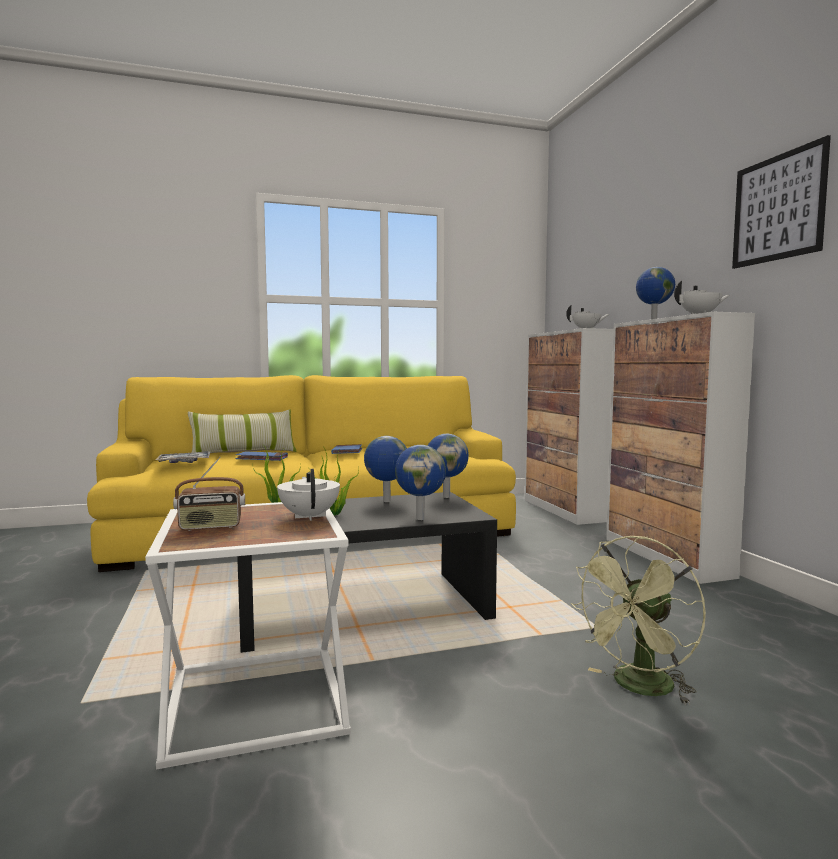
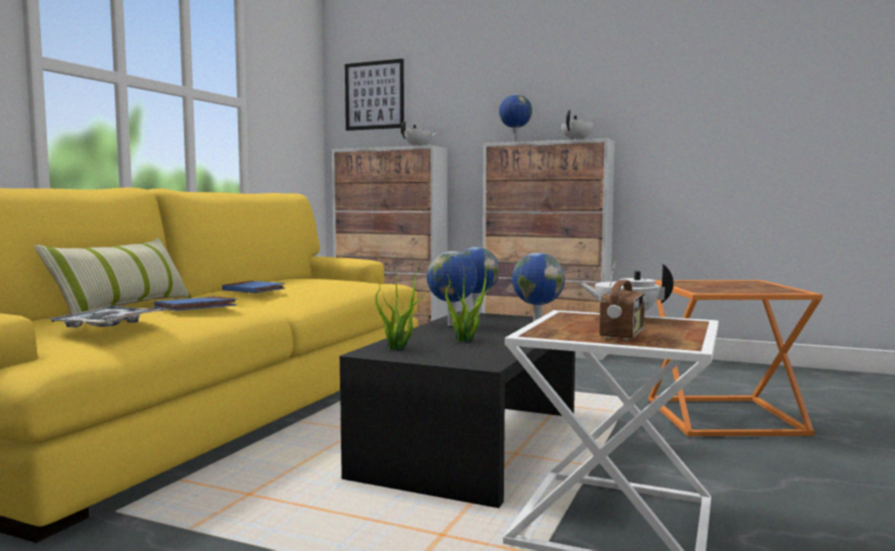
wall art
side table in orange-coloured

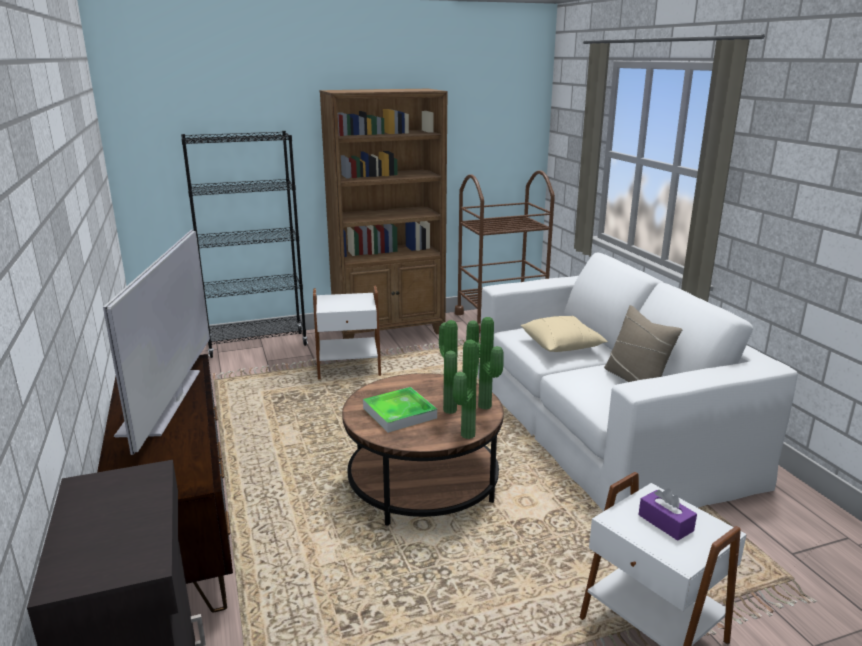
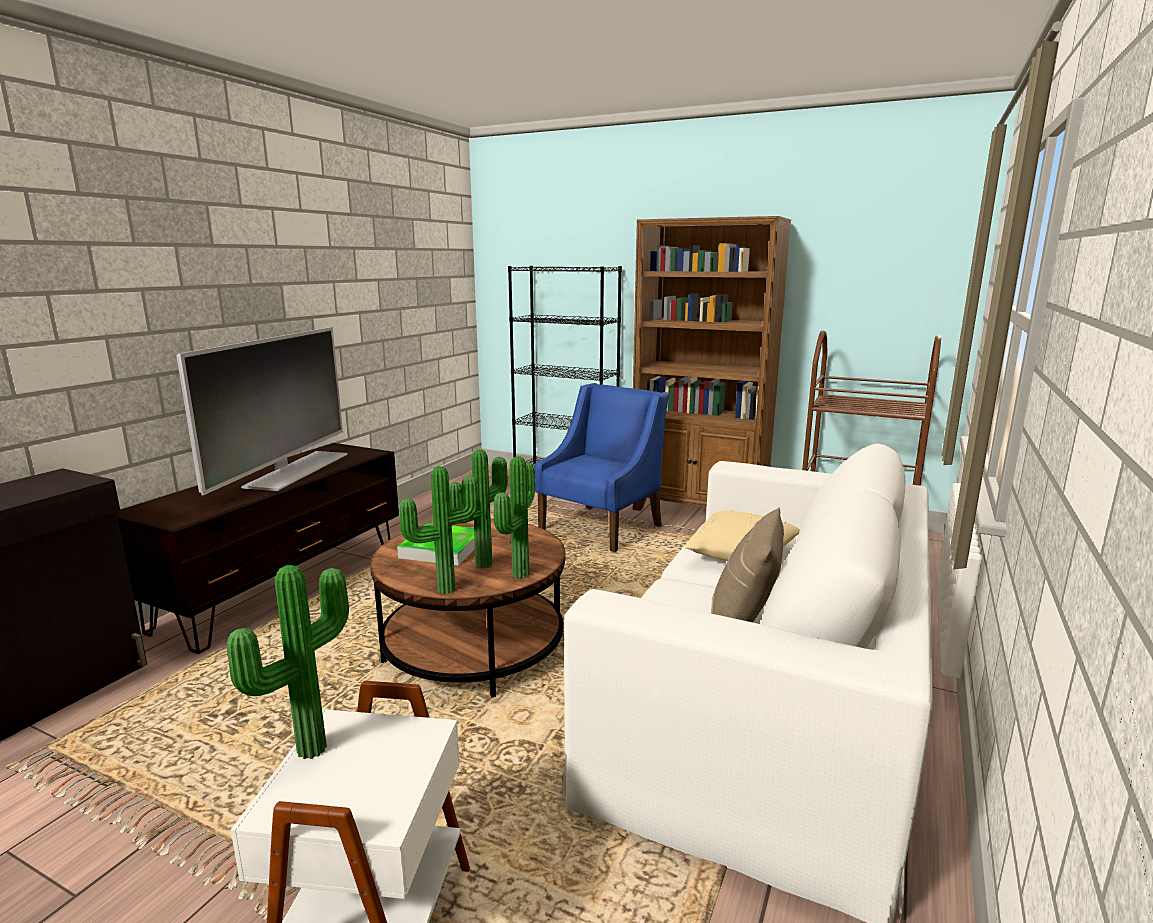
TV set
lounge chair in bluish
tissue holder in purple-coloured
plant in a pot (no. 1 from left)

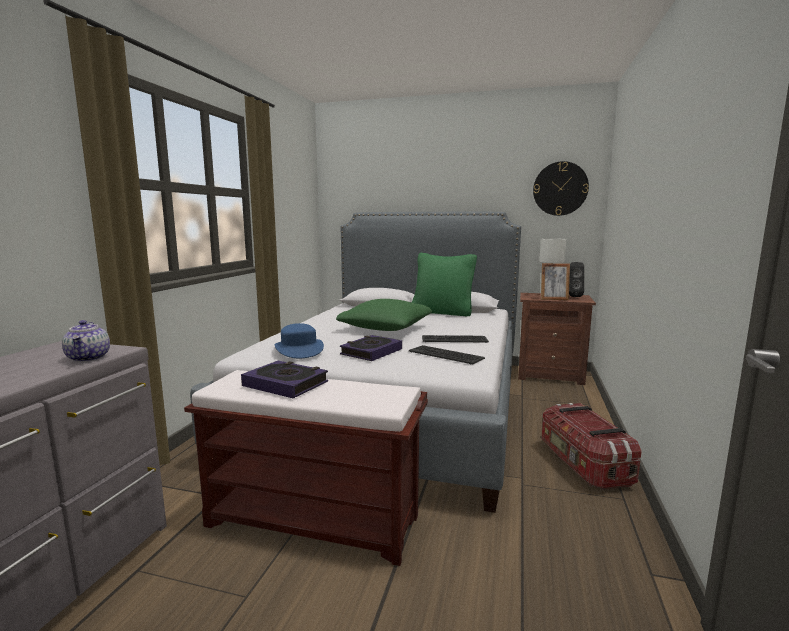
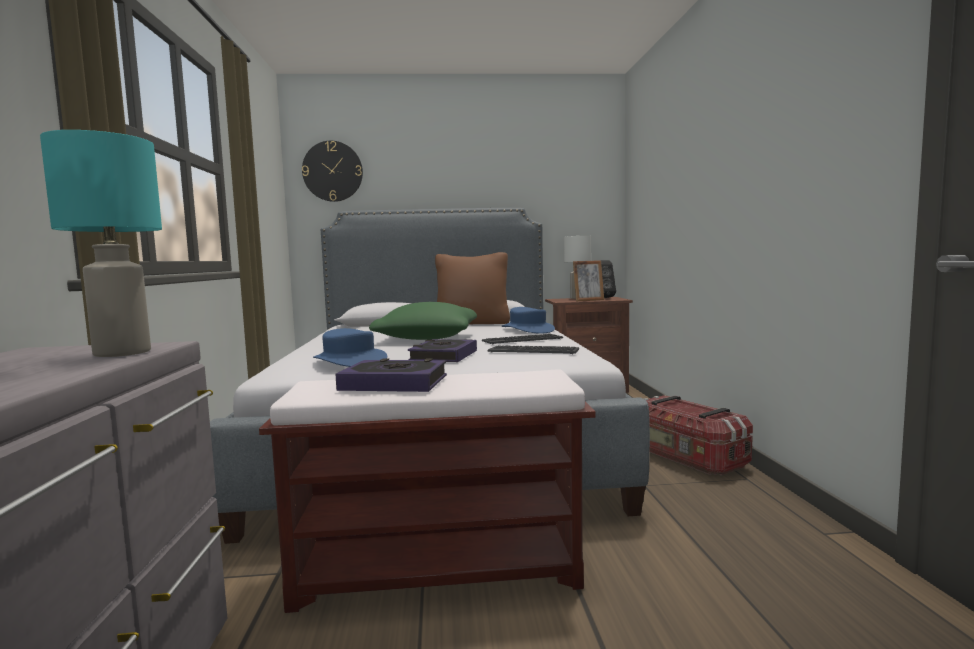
hanging clock
cushion in brown
table lamp in turquoise-coloured
hat in bluish (no. 2 from left)

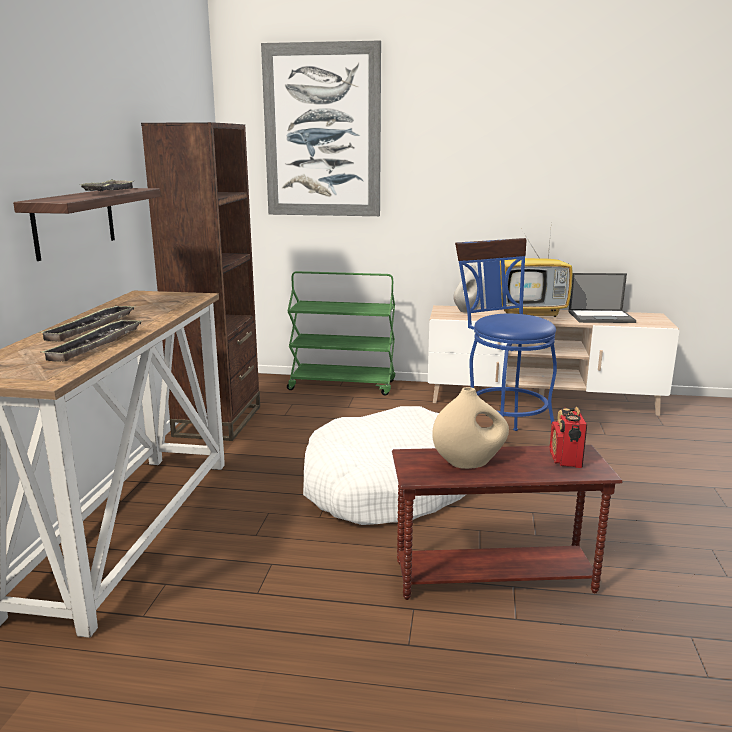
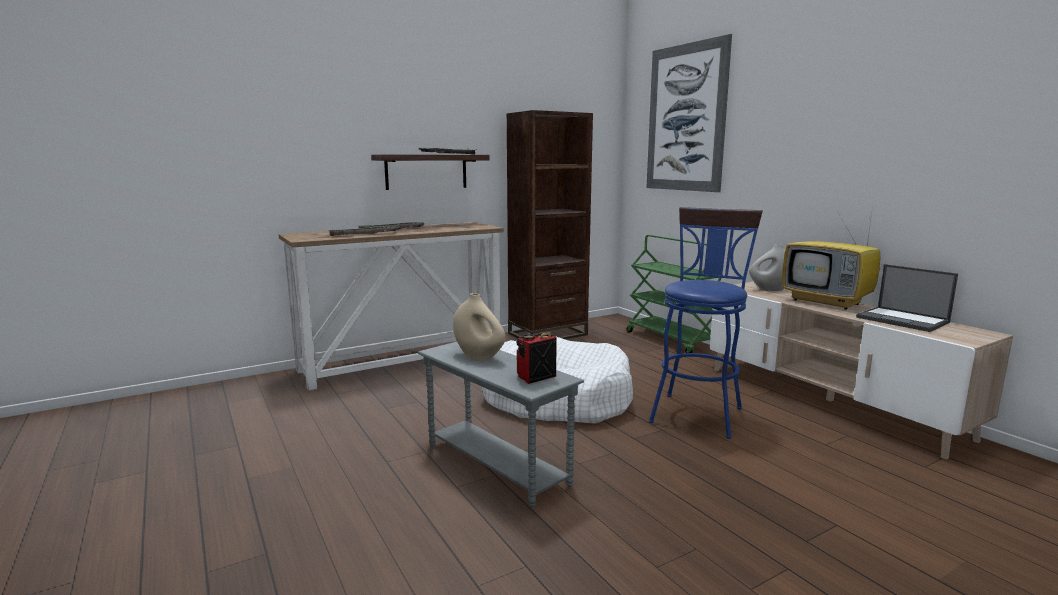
side table in grey

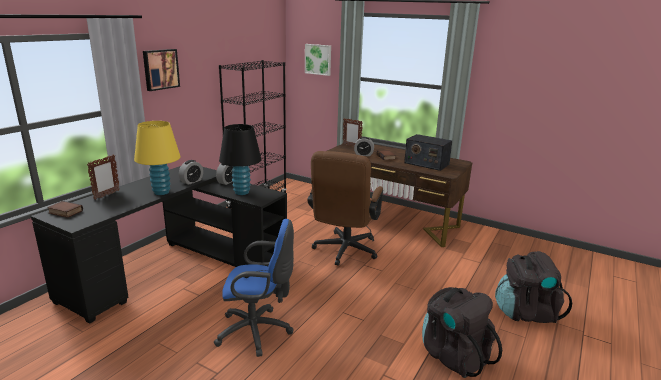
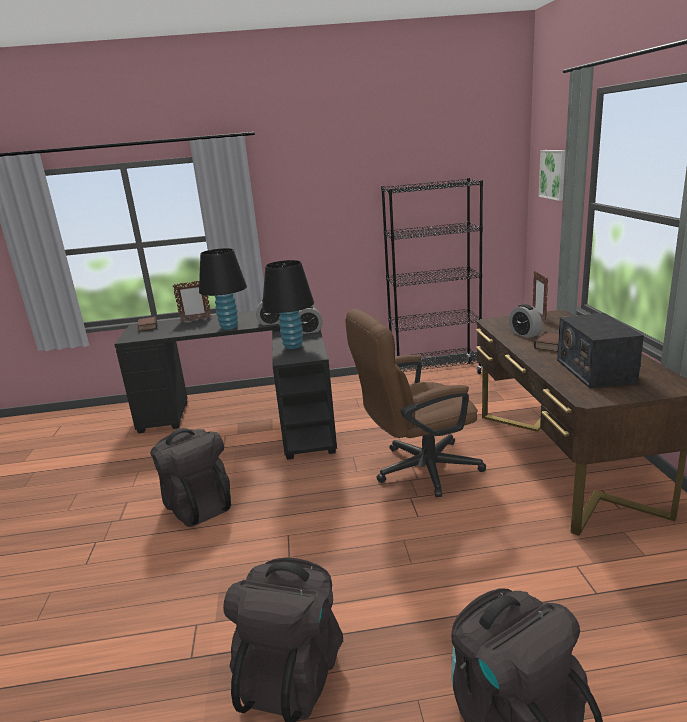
wall art (no. 1 from left in the first image)
table lamp in black-coloured (no. 1 from left)
knapsack in black-coloured (no. 1 from left)

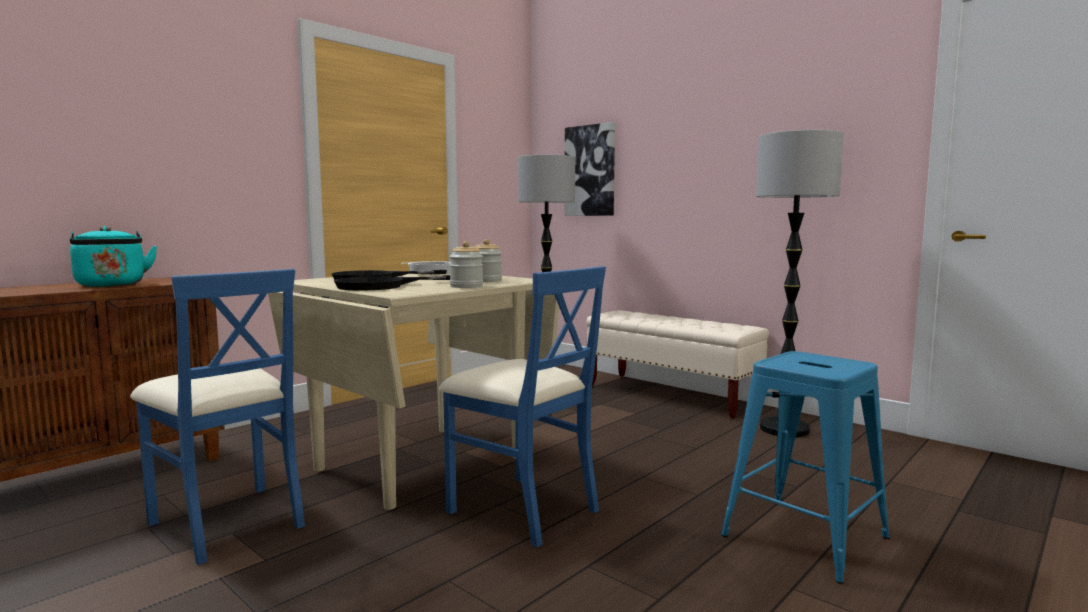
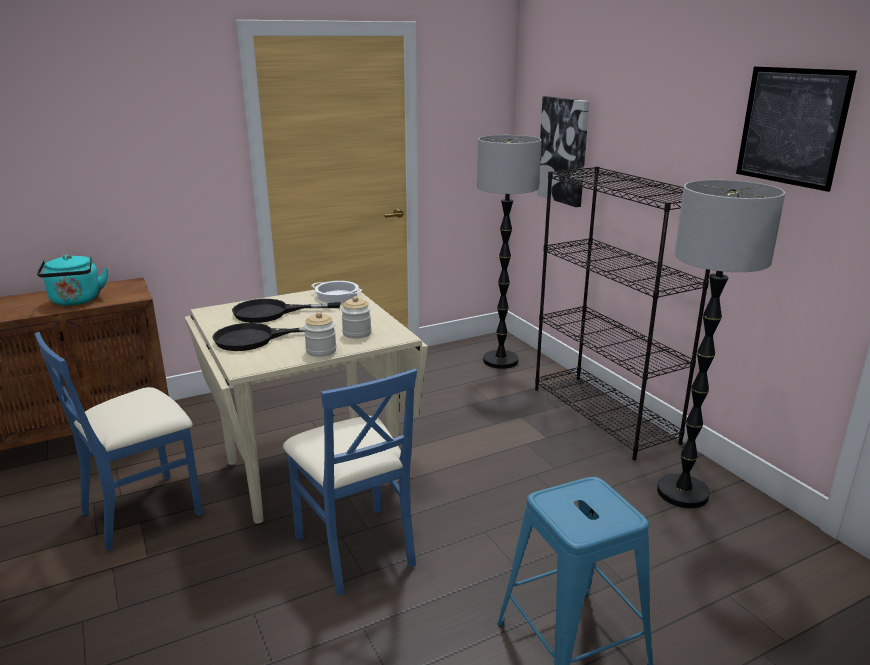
chair in bluish (no. 1 from left)
shelving unit in black-coloured
wall art (no. 2 from left)

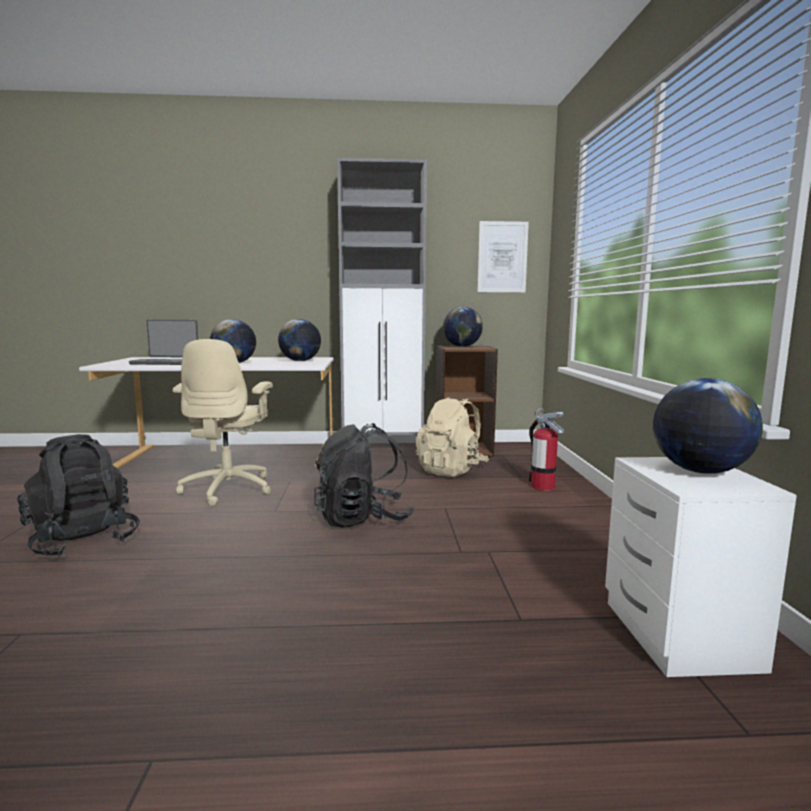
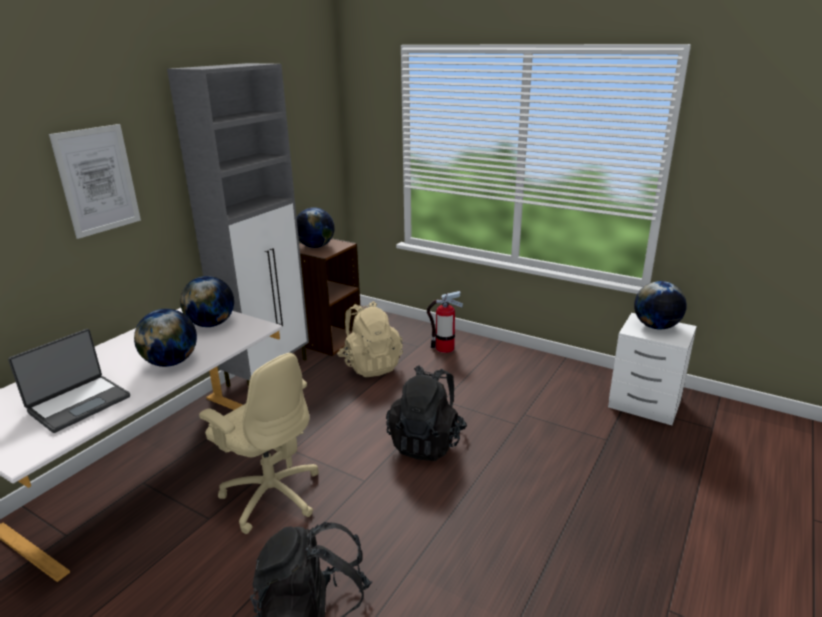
wall art

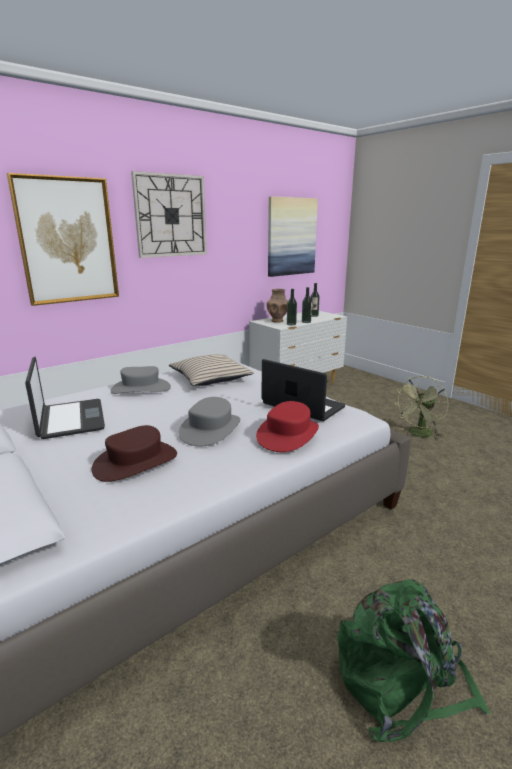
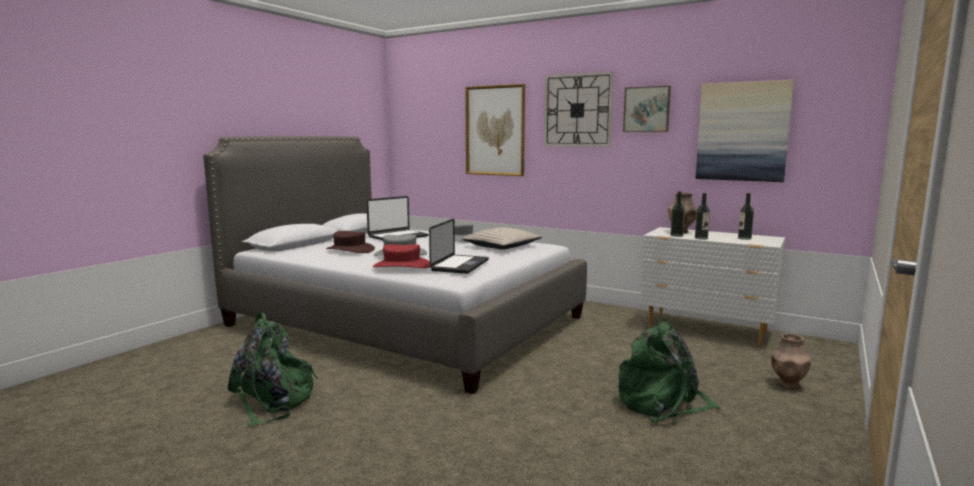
knapsack in green (no. 2 from left)
wall art (no. 2 from left)
decorative vase in brown (no. 2 from left)

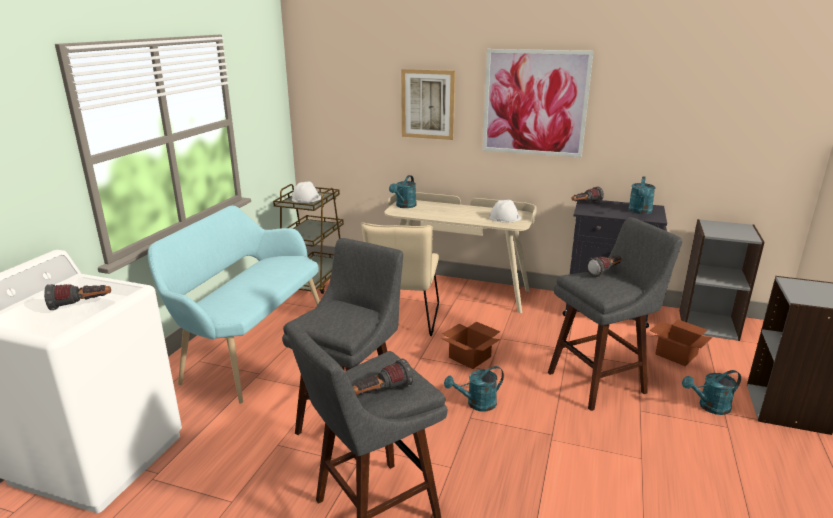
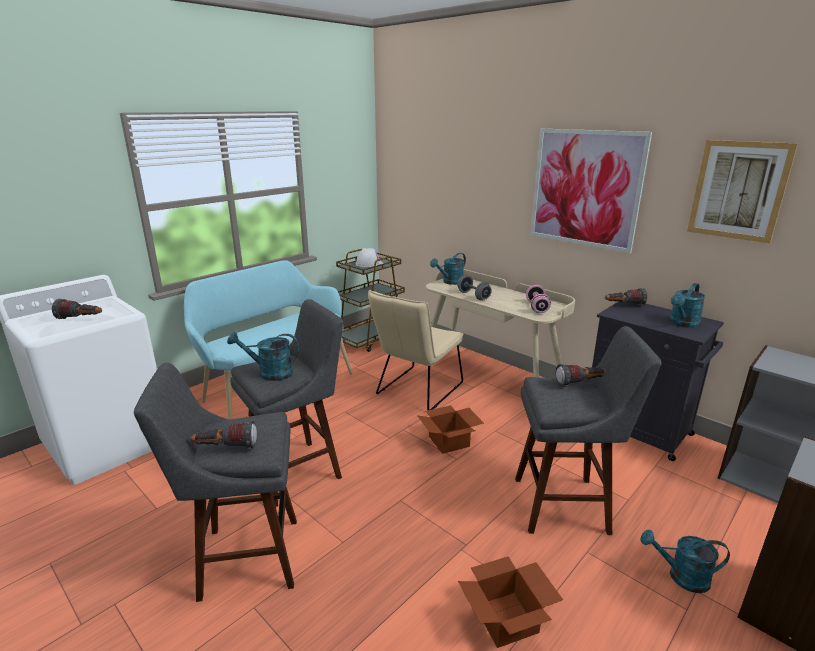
wall art (no. 2 from left)
dumbbell in pink-coloured
cardboard box (no. 2 from left)
watering can in turquoise-coloured (no. 1 from left)
dumbbell in grey

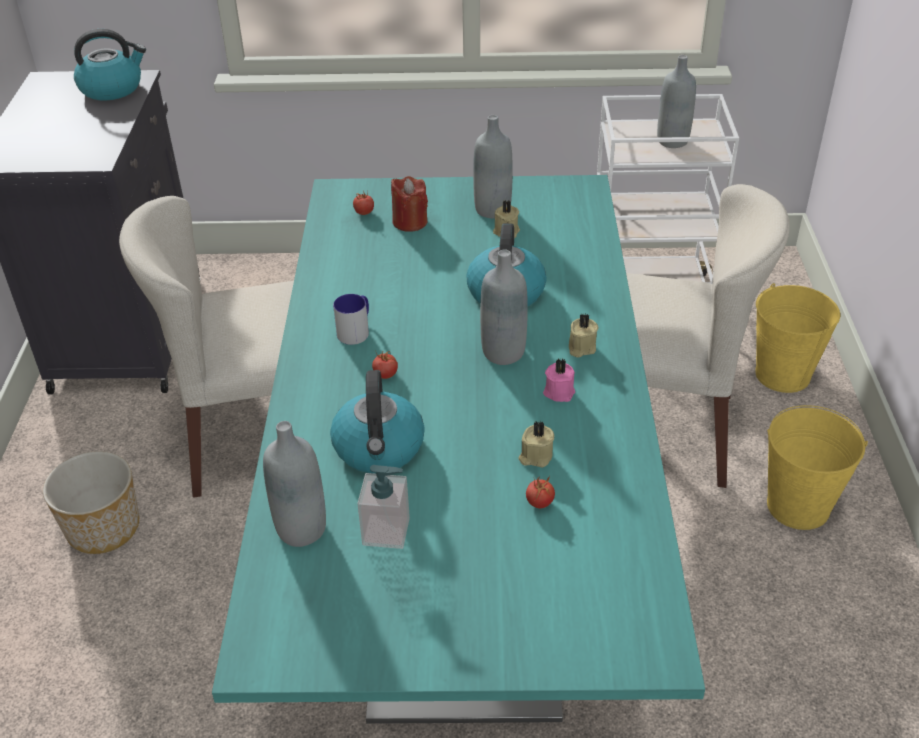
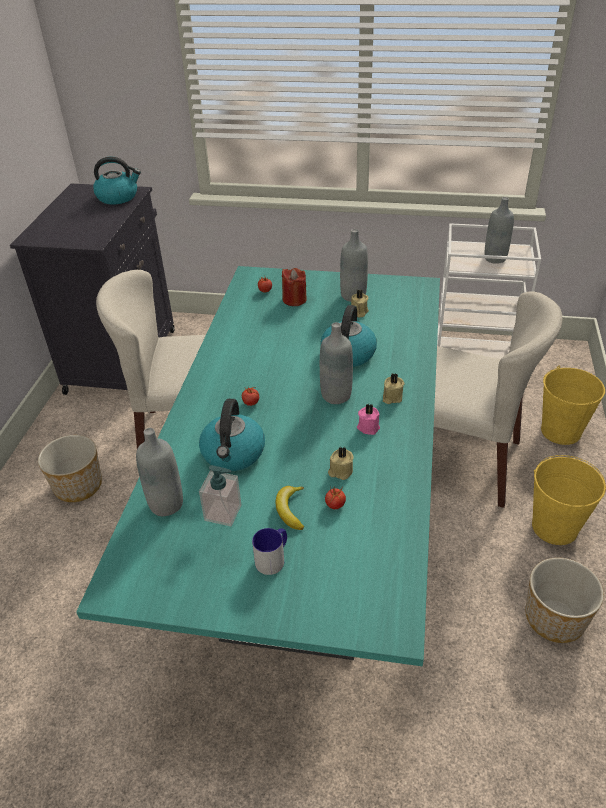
coffee mug
banana
flower pot (no. 2 from left)

